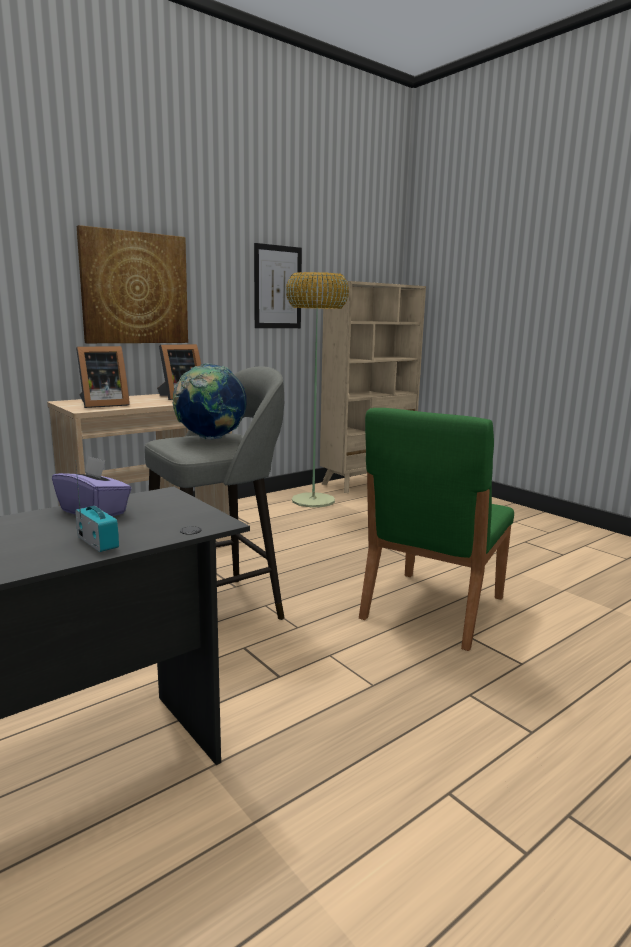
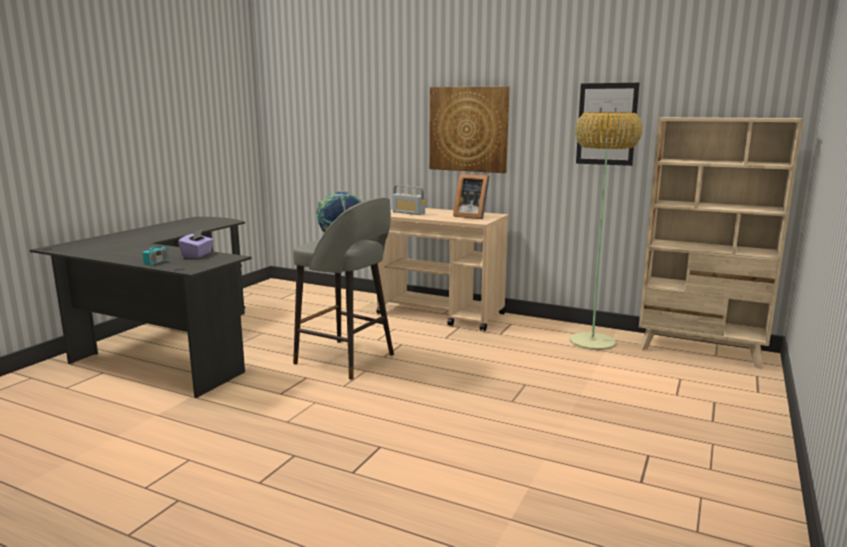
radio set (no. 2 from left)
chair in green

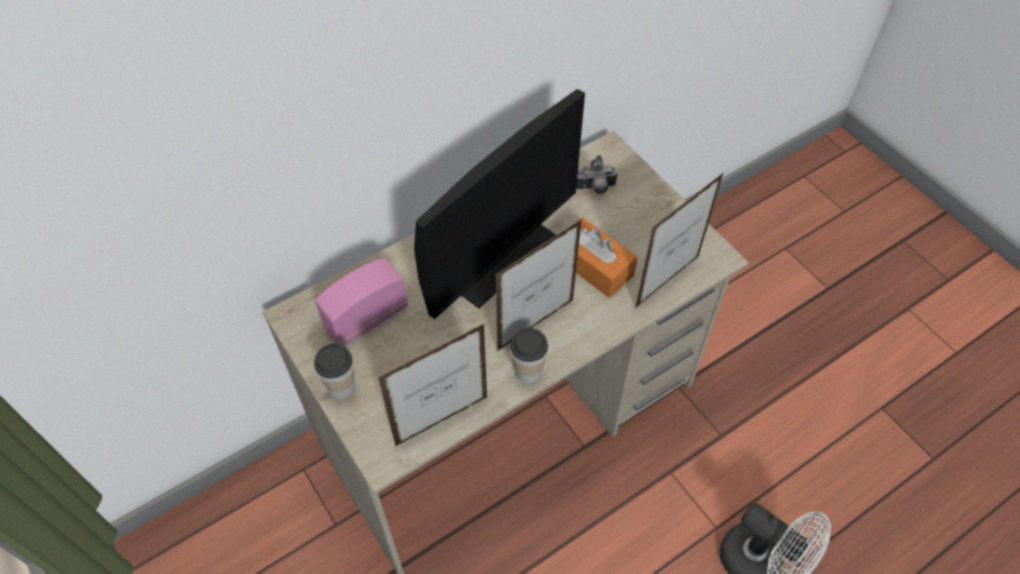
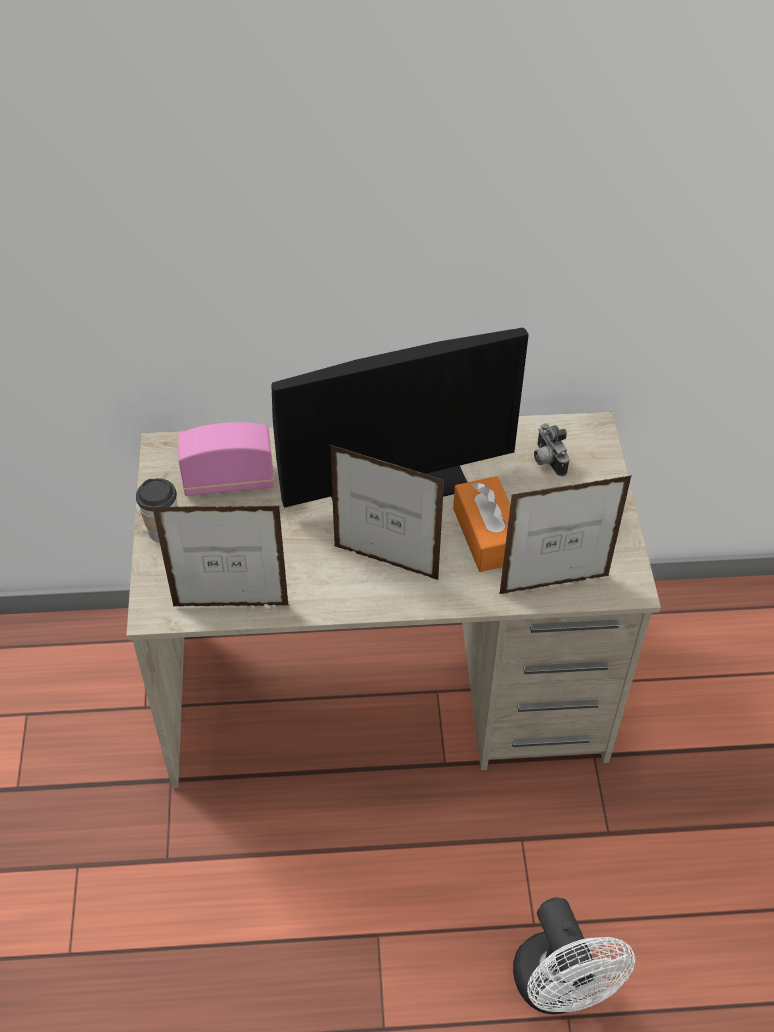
photo camera
standing frame (no. 2 from left)
drinking cup (no. 2 from left in the first image)

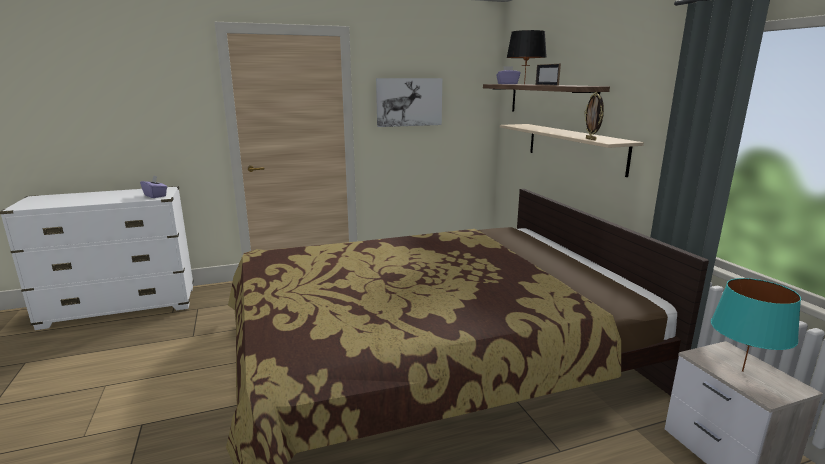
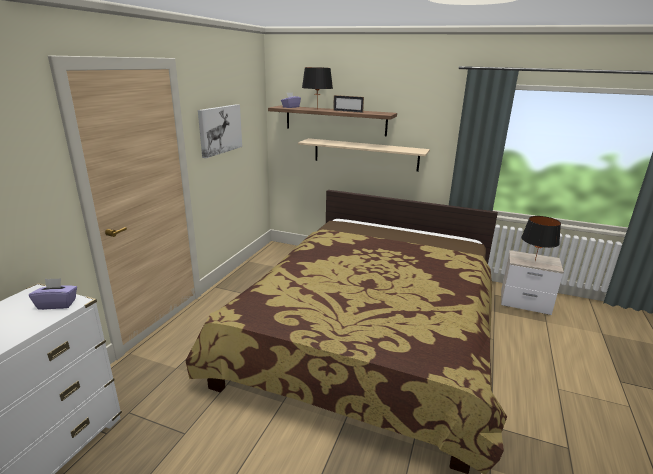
standing frame (no. 2 from left in the first image)
table lamp in black-coloured (no. 2 from left)

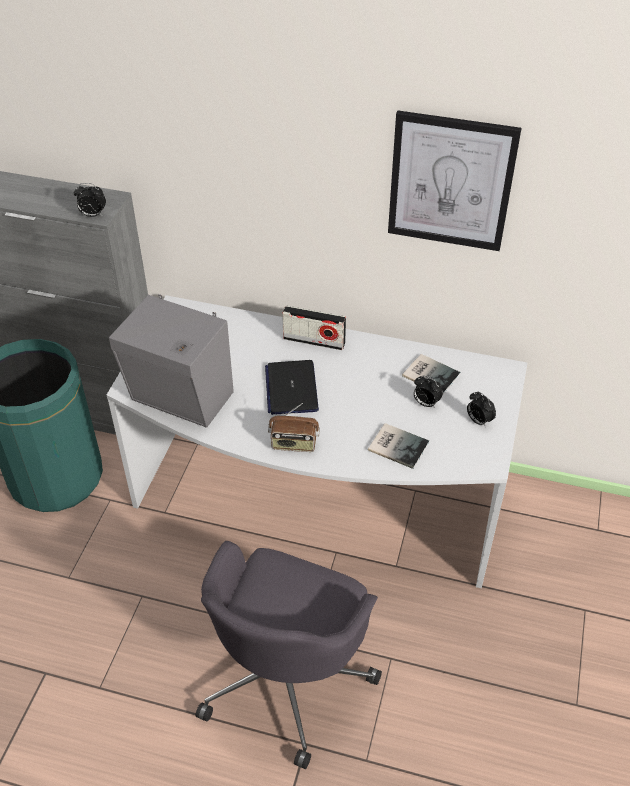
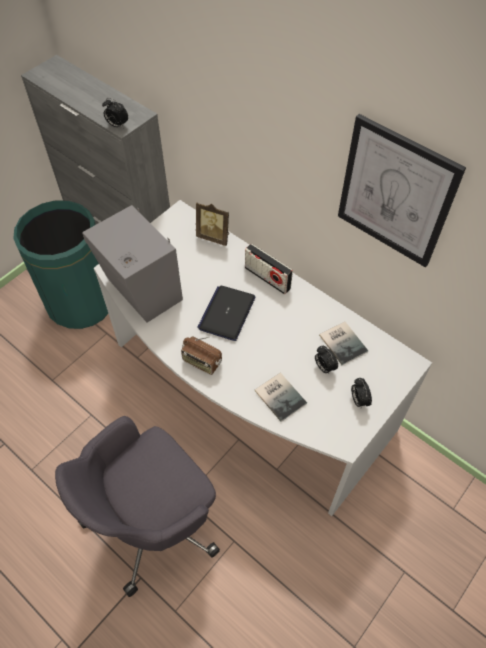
standing frame

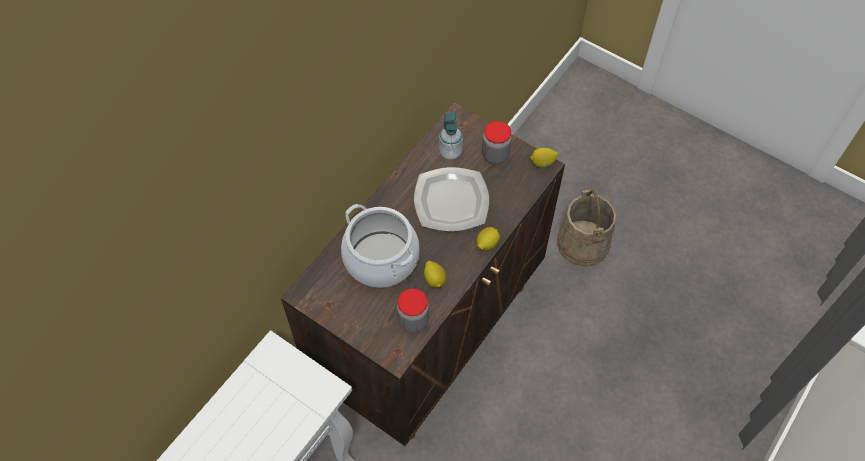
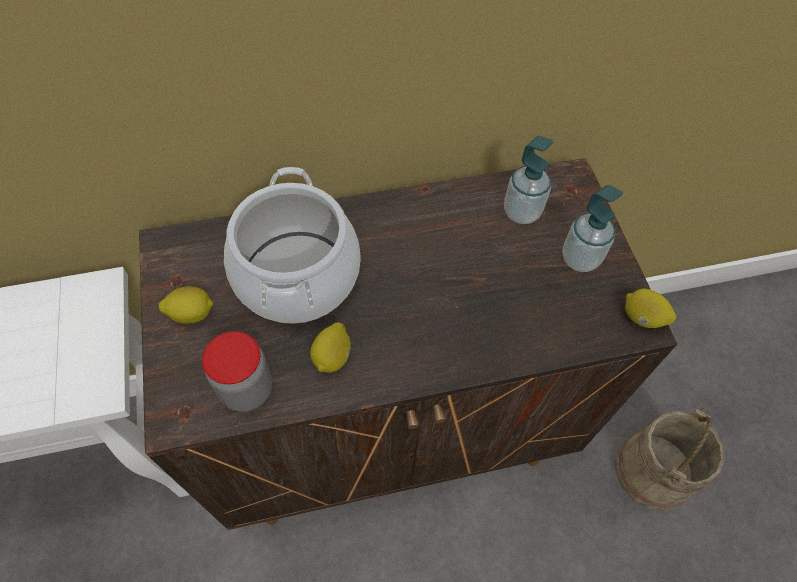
soap dispenser (no. 2 from left)
dinner plate
lemon (no. 1 from left)

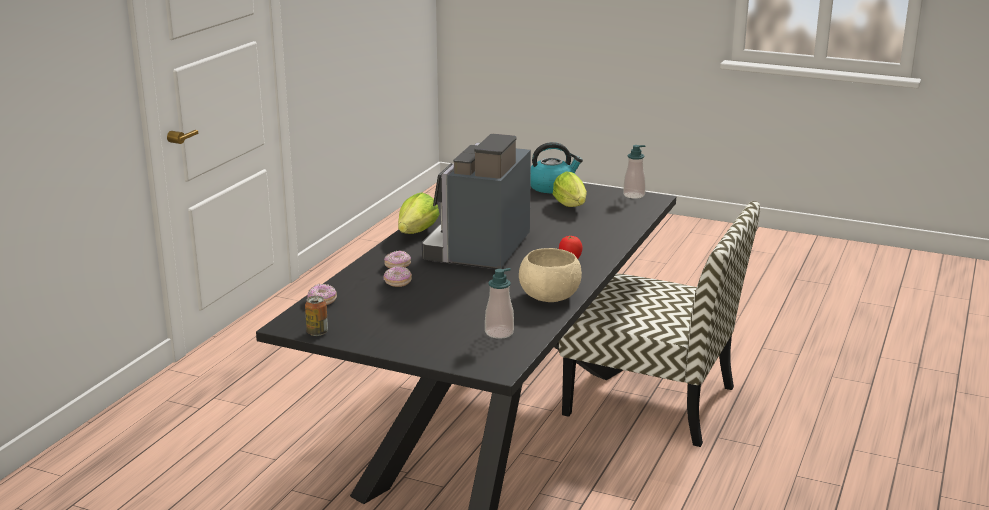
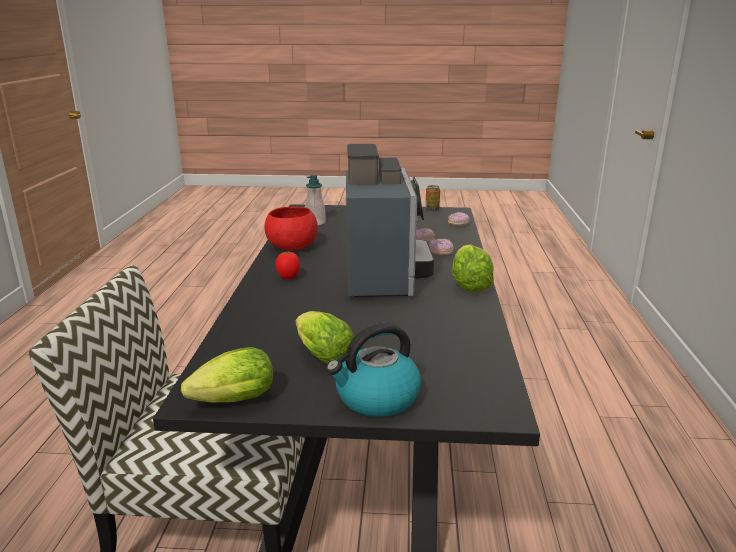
lettuce (no. 1 from left)
bowl in reddish

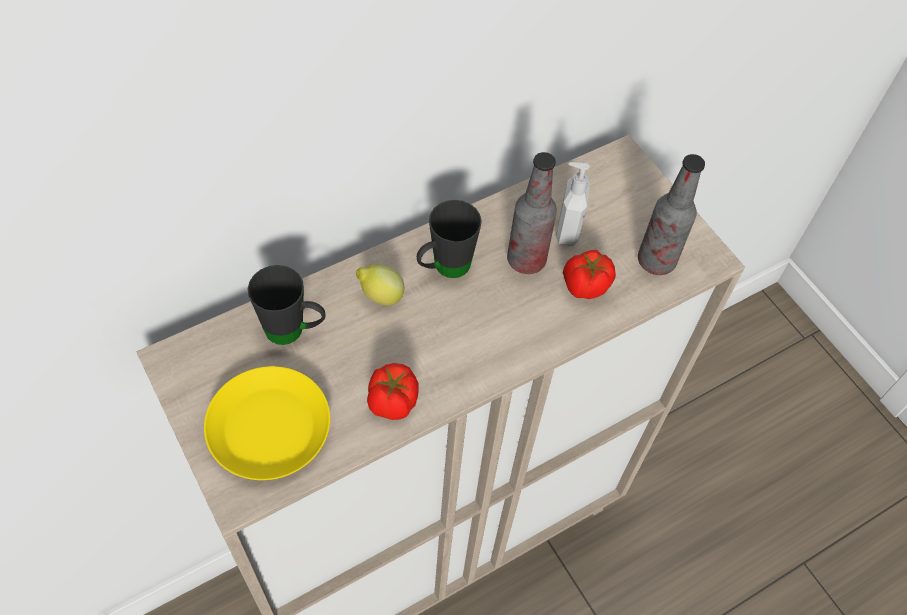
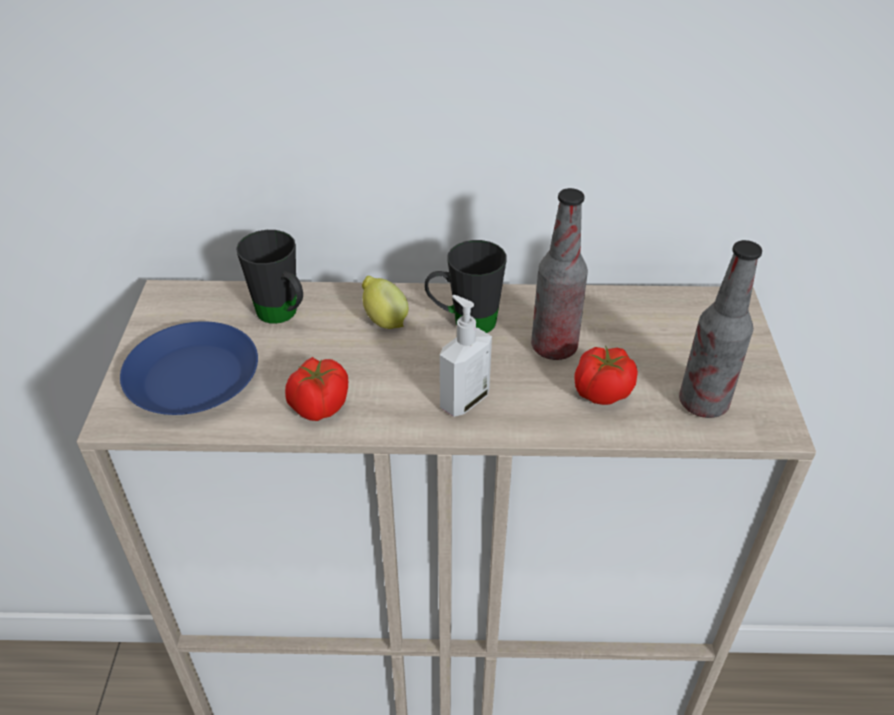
soap dispenser
dinner plate in bluish

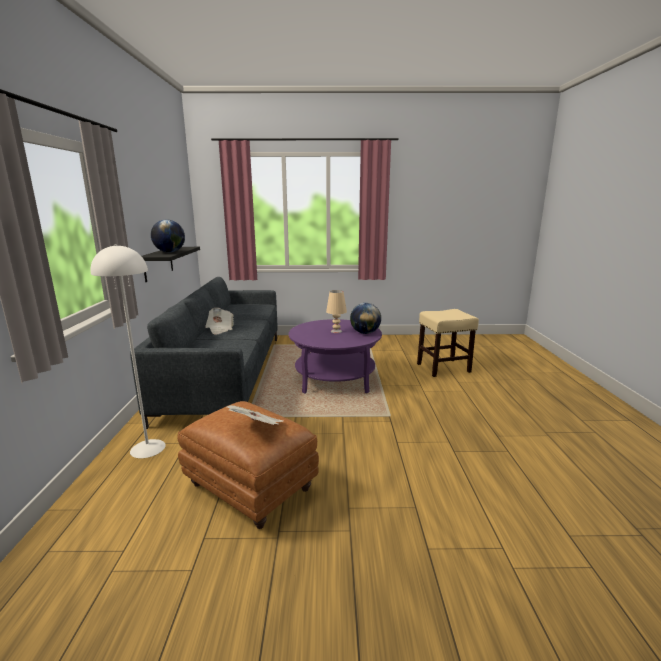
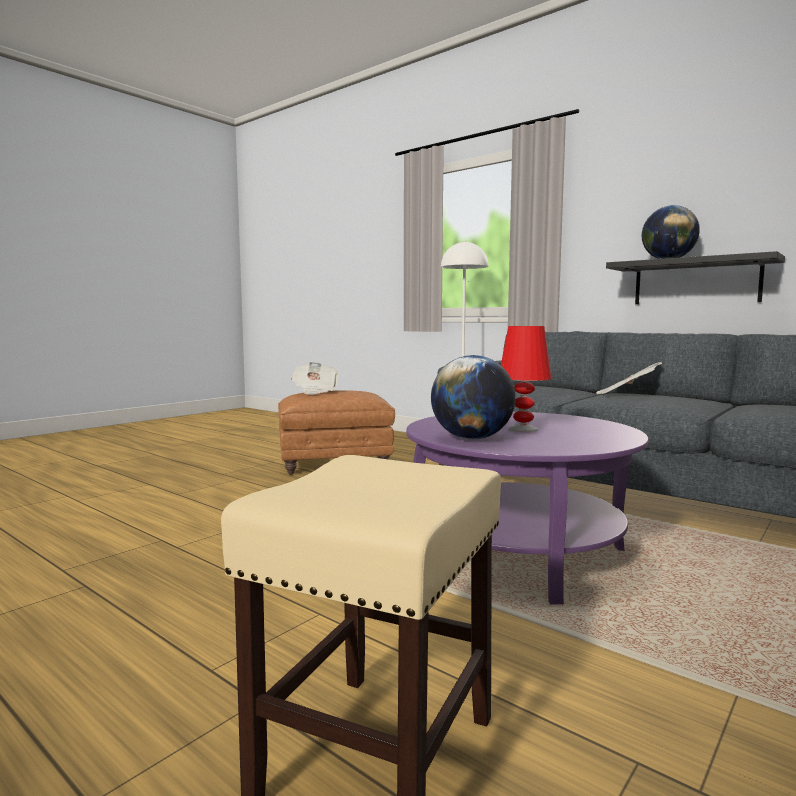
table lamp in reddish

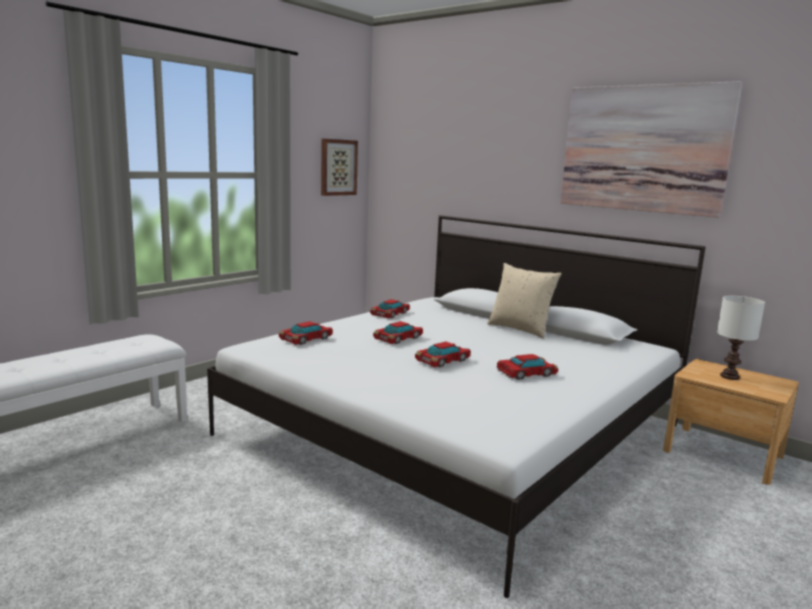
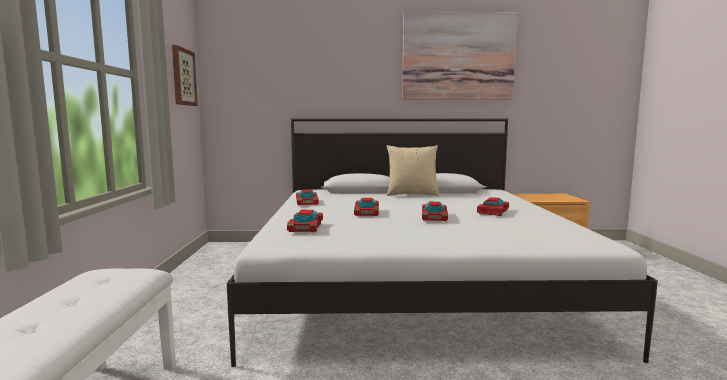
table lamp in white

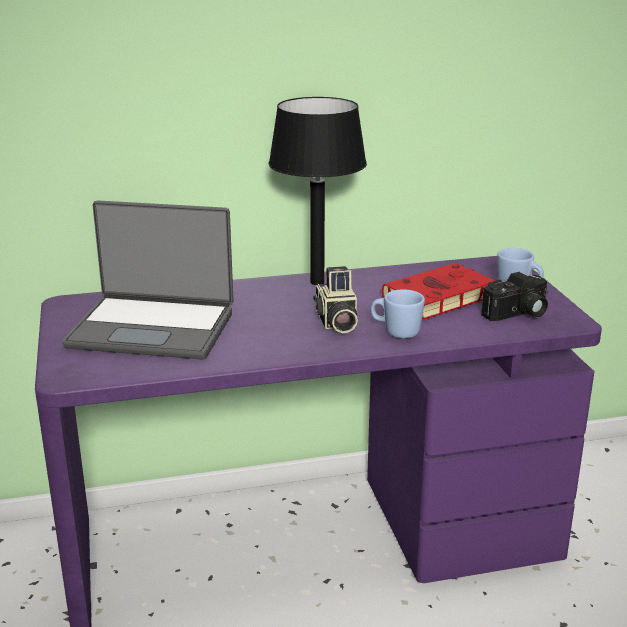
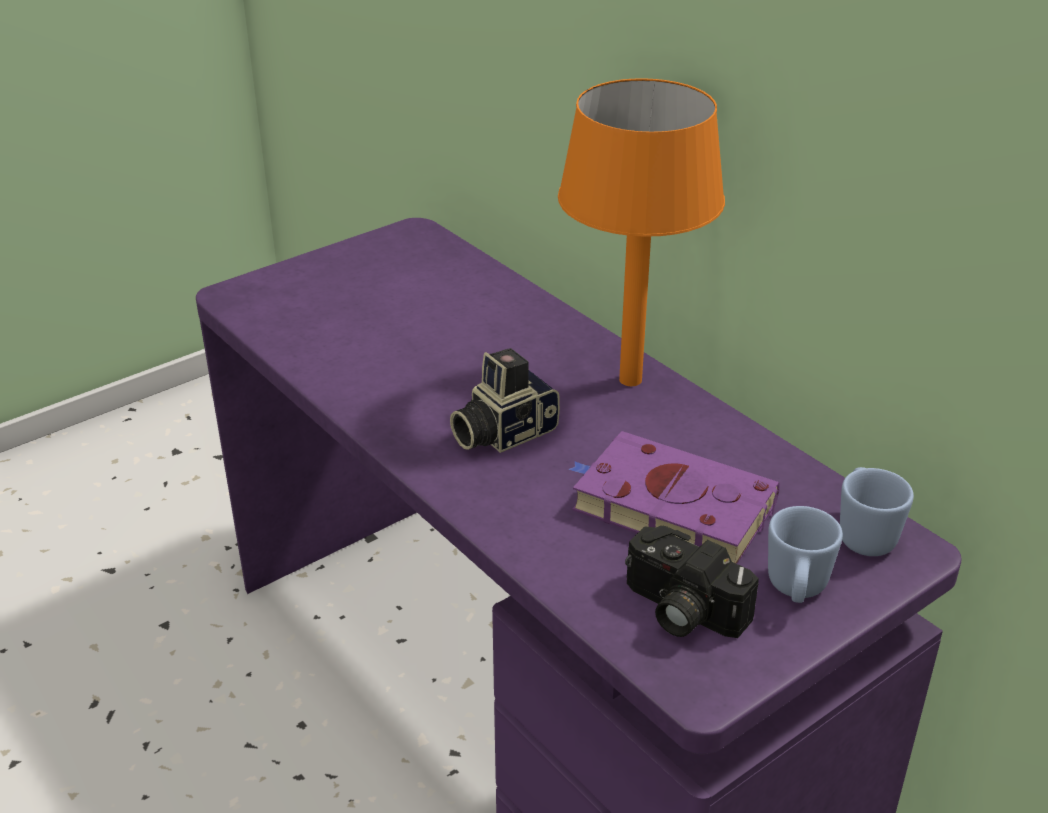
table lamp in orange-coloured
portable computer
book in purple-coloured
coffee mug in bluish (no. 2 from left)

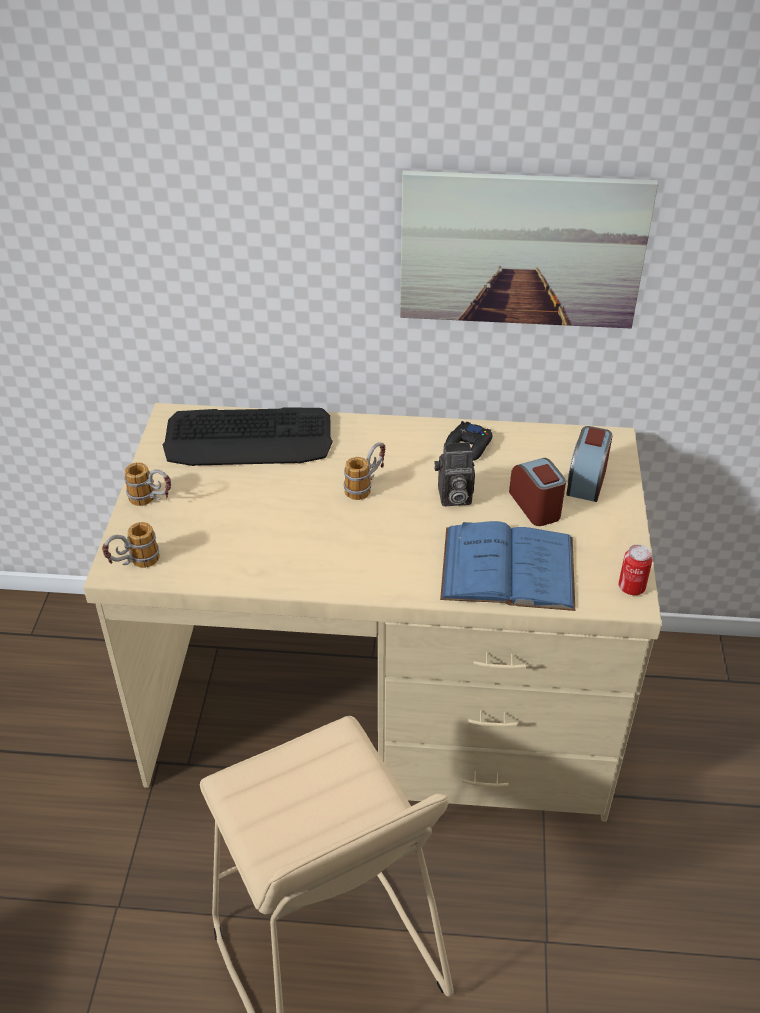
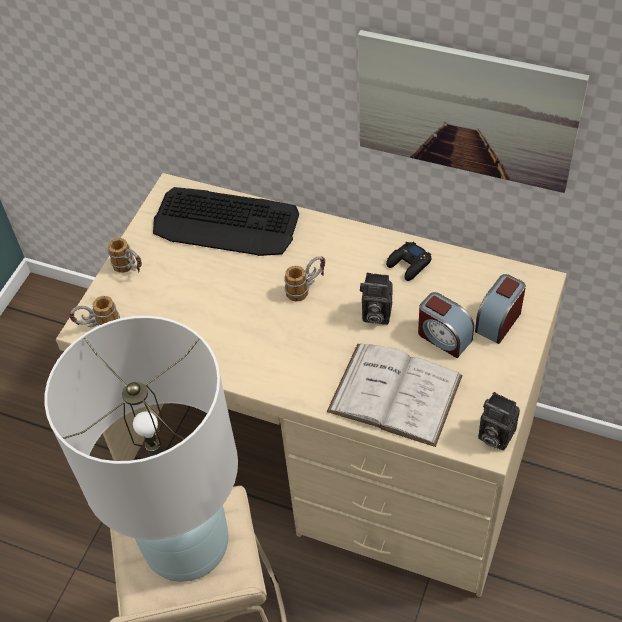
table clock (no. 1 from left)
book in white
photo camera (no. 2 from left)
table lamp in white

